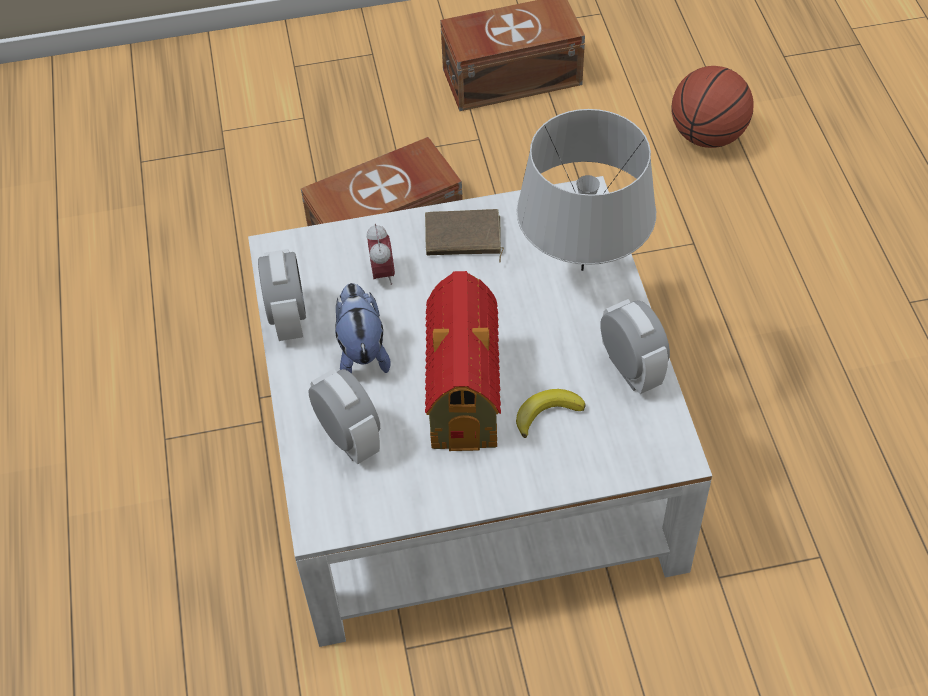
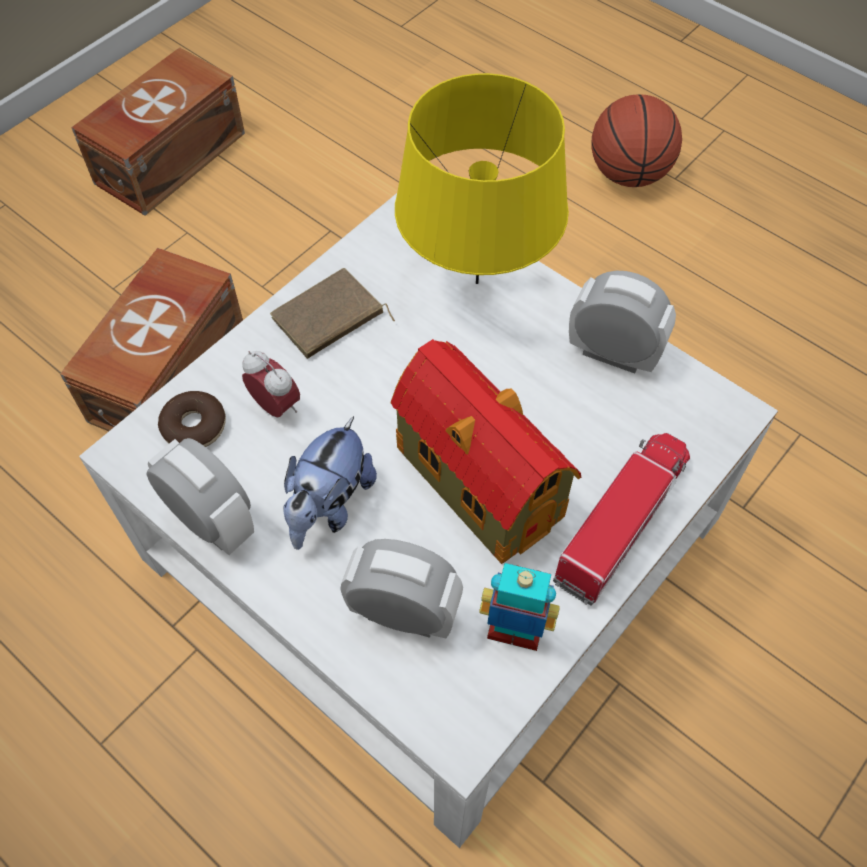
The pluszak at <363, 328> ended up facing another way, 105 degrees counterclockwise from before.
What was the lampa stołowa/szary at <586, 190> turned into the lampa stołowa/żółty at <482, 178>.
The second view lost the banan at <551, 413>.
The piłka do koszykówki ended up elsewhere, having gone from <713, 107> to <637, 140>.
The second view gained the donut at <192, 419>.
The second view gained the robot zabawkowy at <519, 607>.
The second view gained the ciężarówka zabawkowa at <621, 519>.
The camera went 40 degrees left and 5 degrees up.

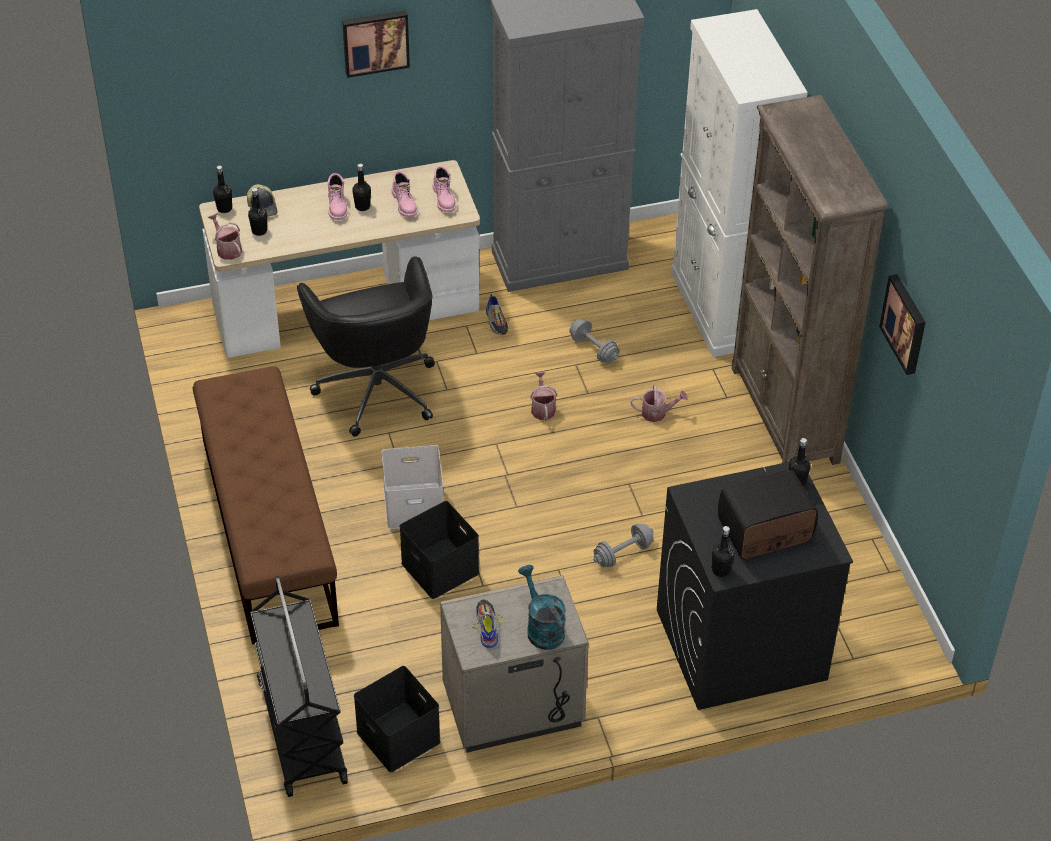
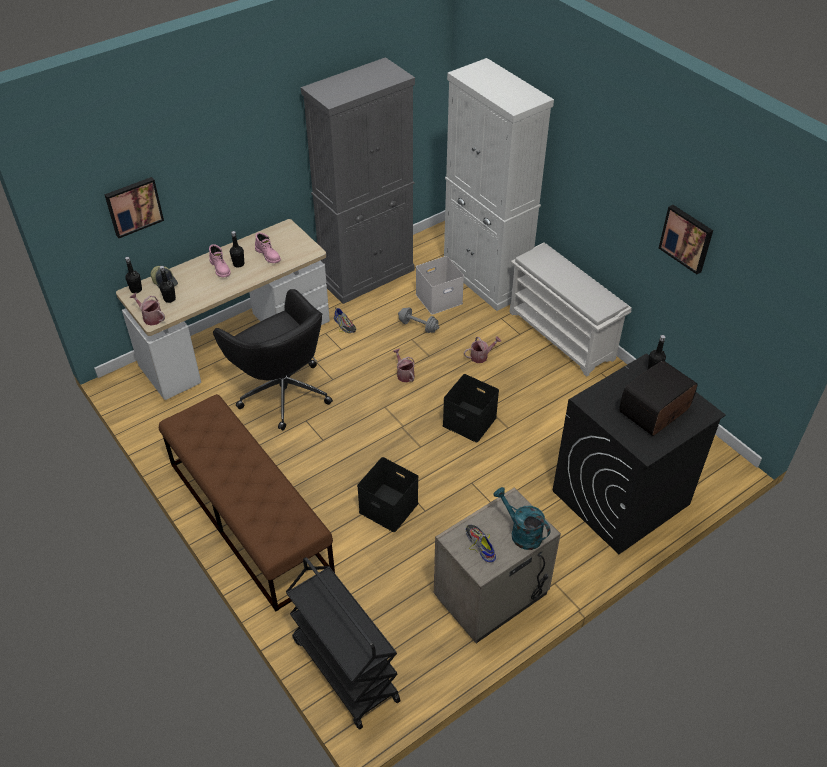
The obraz ended up elsewhere, having gone from <376, 44> to <134, 207>.
The pojemnik do przechowywania/czarny ended up elsewhere, having gone from <397, 719> to <471, 408>.
The pojemnik do przechowywania/biały ended up elsewhere, having gone from <412, 487> to <440, 285>.
The second view lost the but z cholewką/różowy at <444, 189>.
The second view lost the hantel/szary at <623, 545>.
The second view lost the butelka/czarny at <723, 551>.
Where the regał/brązowy stood at <810, 280>, the regał na buty/biały came to stand at <570, 309>.
The camera went 20 degrees left and 0 degrees up.

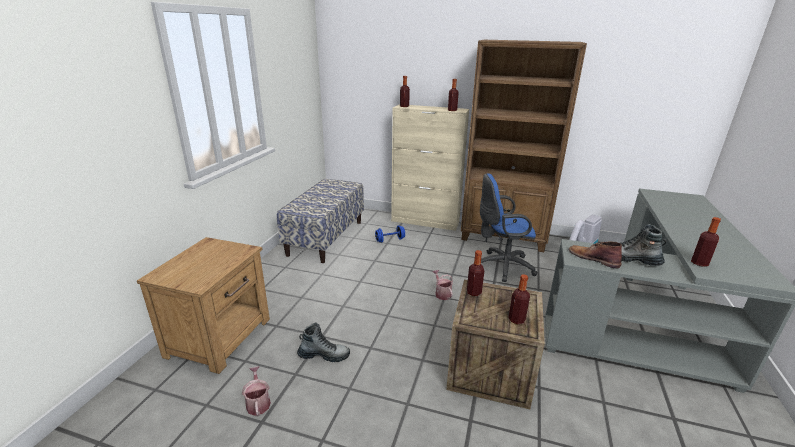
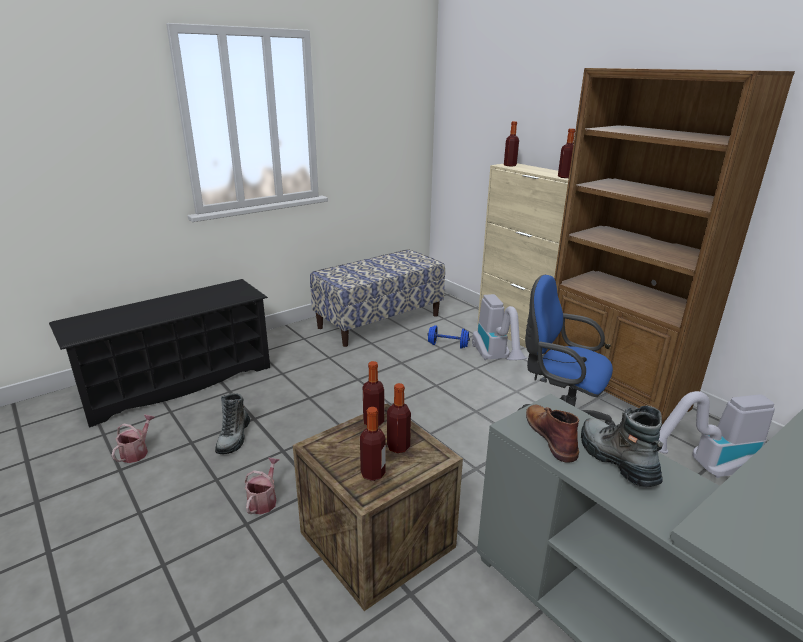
Where the szafka nocna/brązowy stood at <203, 305>, the regał na buty/czarny came to stand at <159, 353>.
The but z cholewką at <323, 342> ended up facing another way, 60 degrees clockwise from before.
The konewka ended up elsewhere, having gone from <443, 285> to <262, 486>.
The butelka ended up elsewhere, having gone from <706, 242> to <399, 418>.
The second view gained the odkurzacz at <499, 327>.
The camera went 35 degrees right and 0 degrees up.

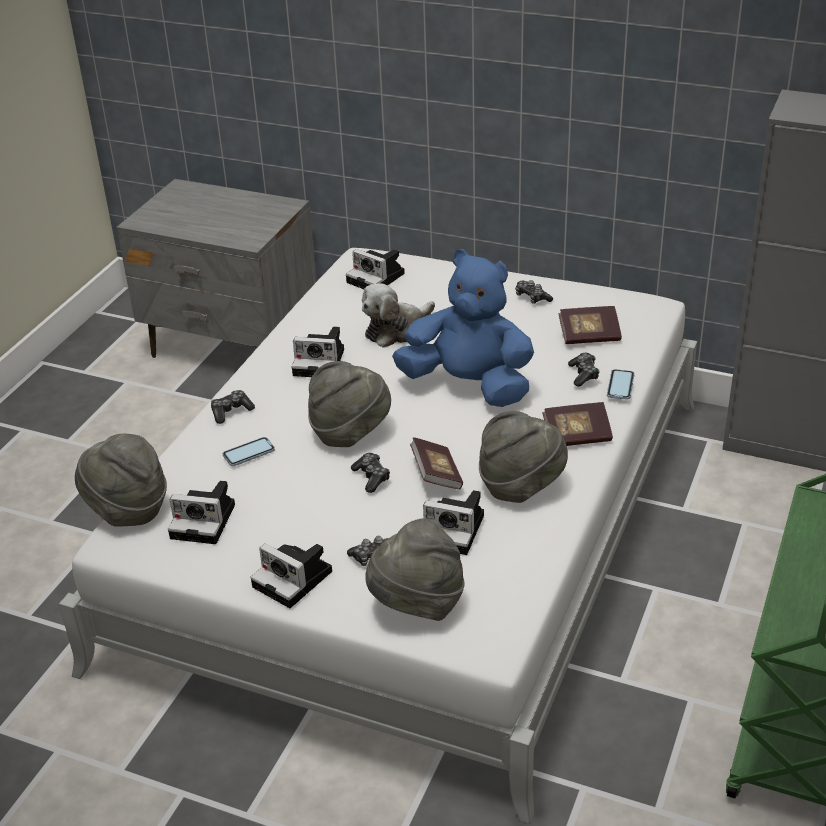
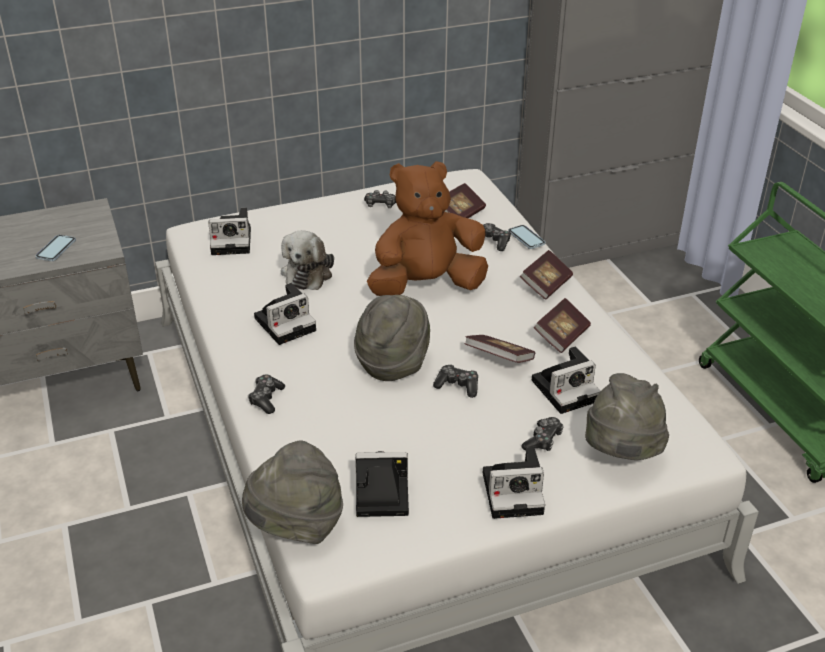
The aparat fotograficzny at <201, 512> ended up facing another way, 150 degrees counterclockwise from before.
The telefon ended up elsewhere, having gone from <249, 451> to <56, 248>.
What was the pluszak/niebieski at <463, 328> turned into the pluszak/brązowy at <427, 228>.
Where the kapelusz/szary stood at <523, 457>, the książka came to stand at <562, 325>.
The camera went 45 degrees left and 0 degrees up.

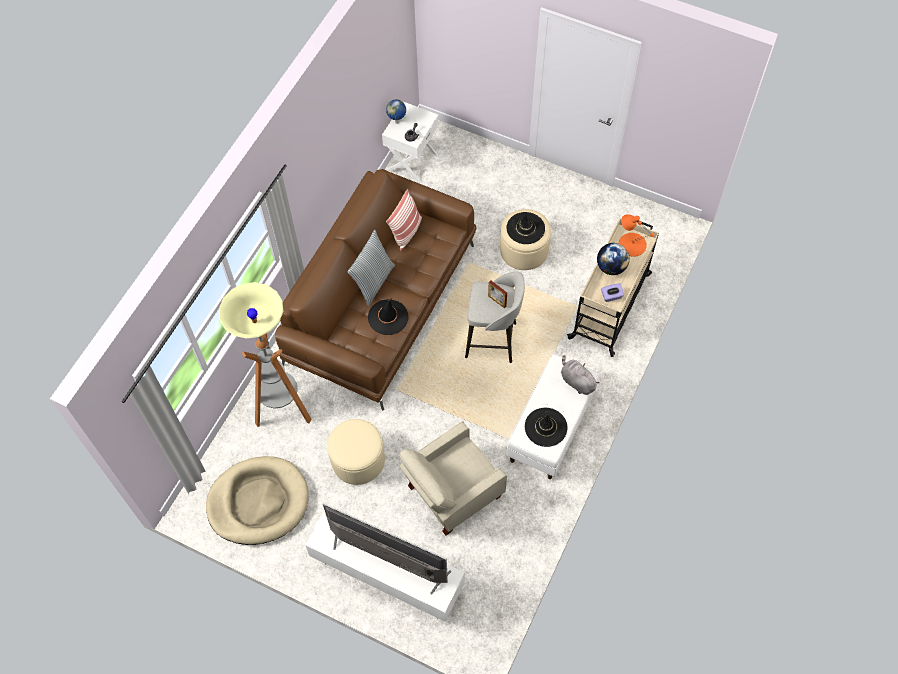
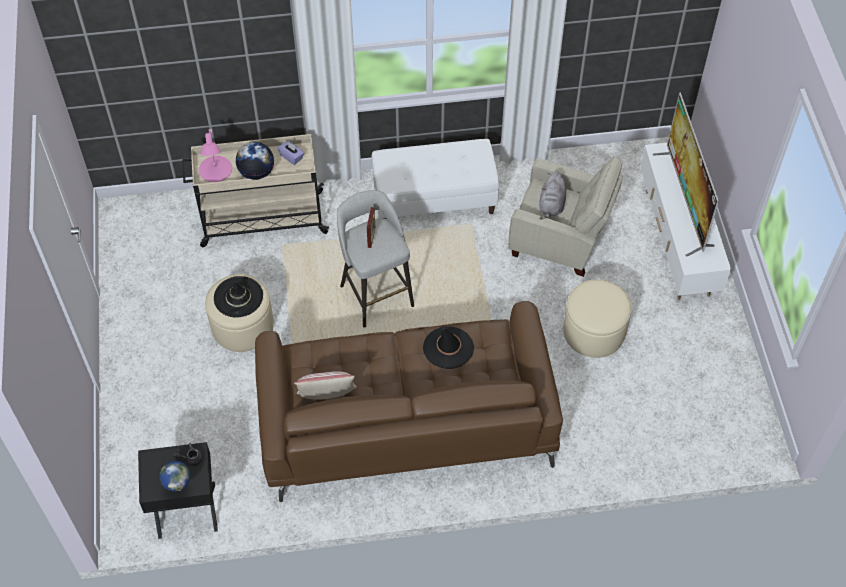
The second view lost the legowisko/beżowy at <257, 500>.
The second view lost the lampa stojąca at <265, 354>.
The second view lost the poduszka at <371, 268>.
What was the szafka nocna/biały at <410, 142> turned into the szafka nocna/czarny at <178, 490>.
The second view lost the kapelusz/czarny at <546, 427>.
The pluszak/szary ended up elsewhere, having gone from <580, 375> to <552, 195>.
What was the lampa stołowa/pomarańczowy at <636, 235> turned into the lampa stołowa/różowy at <215, 155>.
The camera went 125 degrees left and 5 degrees down.

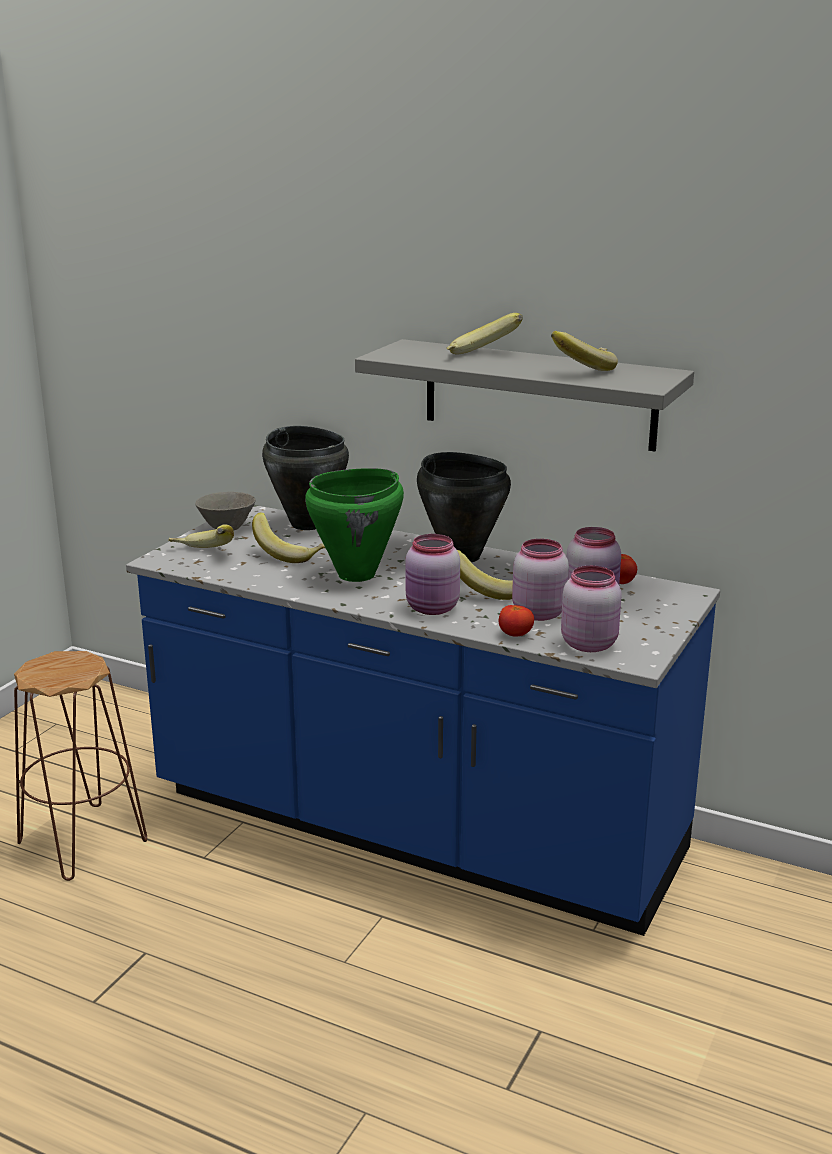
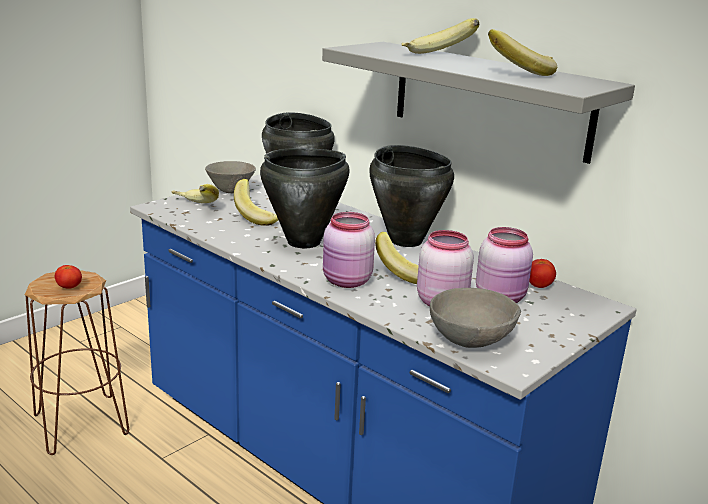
What was the garnek/zielony at <354, 525> turned into the garnek/czarny at <305, 198>.
The pomidor ended up elsewhere, having gone from <516, 621> to <68, 277>.
Where the słoik/różowy stood at <591, 609>, the miska/szary came to stand at <475, 318>.
The camera went 15 degrees right and 0 degrees up.

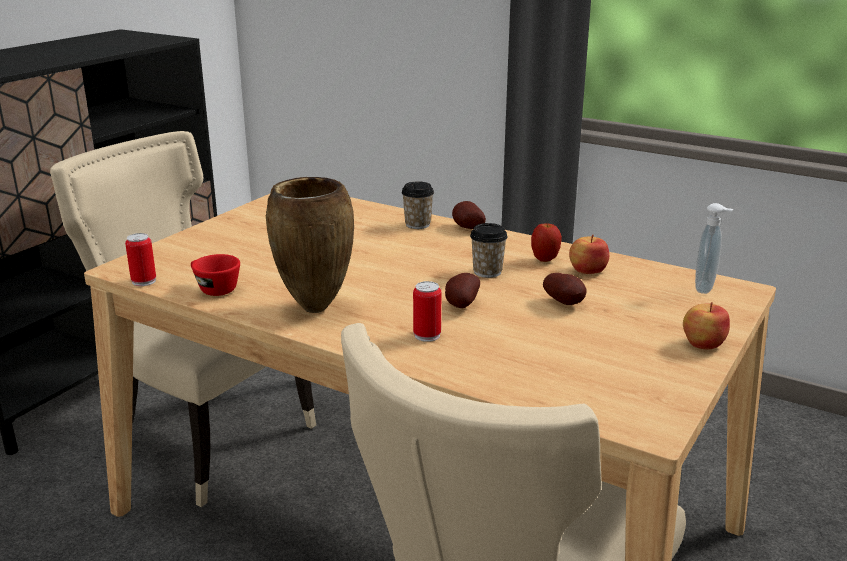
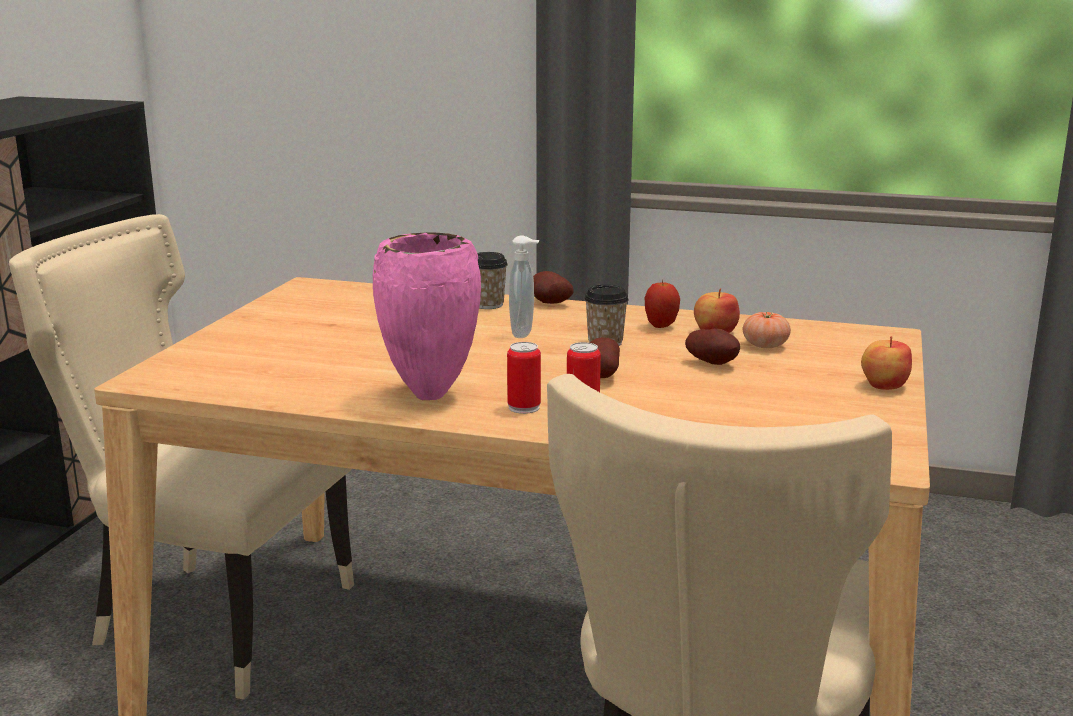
The puszka ended up elsewhere, having gone from <140, 259> to <524, 378>.
The second view lost the filiżanka/czerwony at <215, 275>.
What was the wazon/brązowy at <310, 245> turned into the wazon/różowy at <427, 316>.
The dozownik mydła ended up elsewhere, having gone from <714, 248> to <524, 286>.
The second view gained the pomidor at <767, 330>.
The camera went 15 degrees left and 5 degrees down.

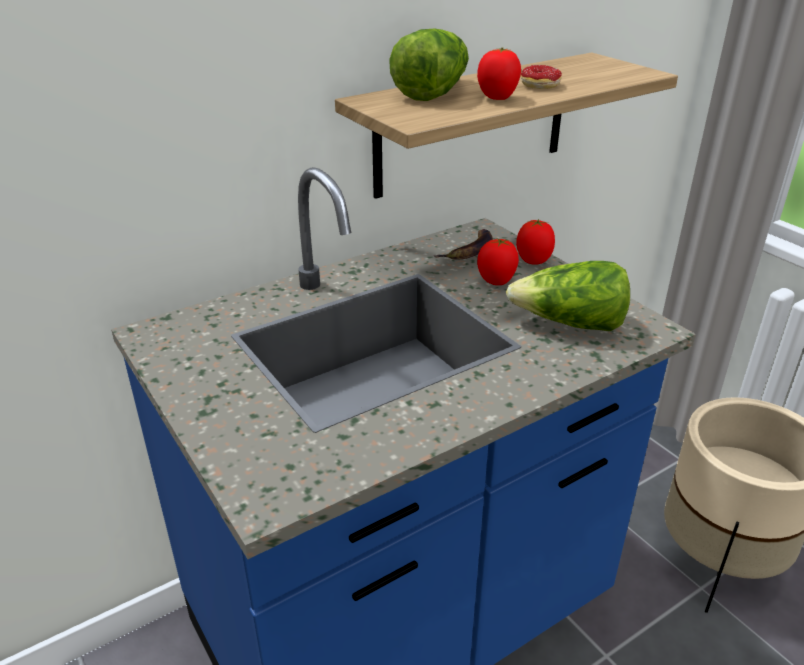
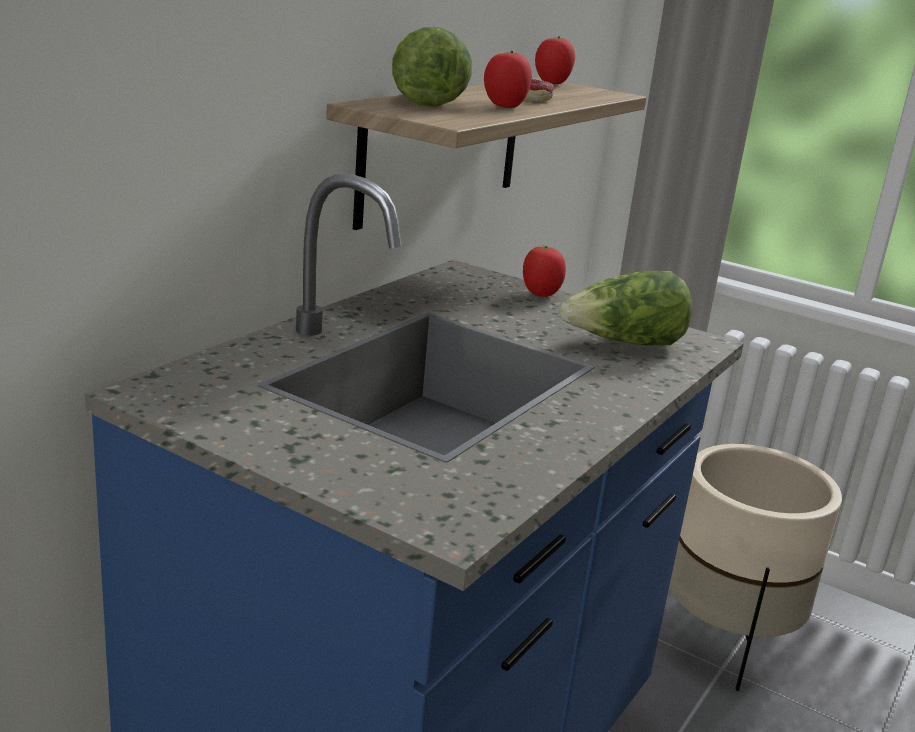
The second view lost the banan at <463, 244>.
The pomidor ended up elsewhere, having gone from <498, 261> to <555, 60>.
The camera went 25 degrees left and 10 degrees down.

